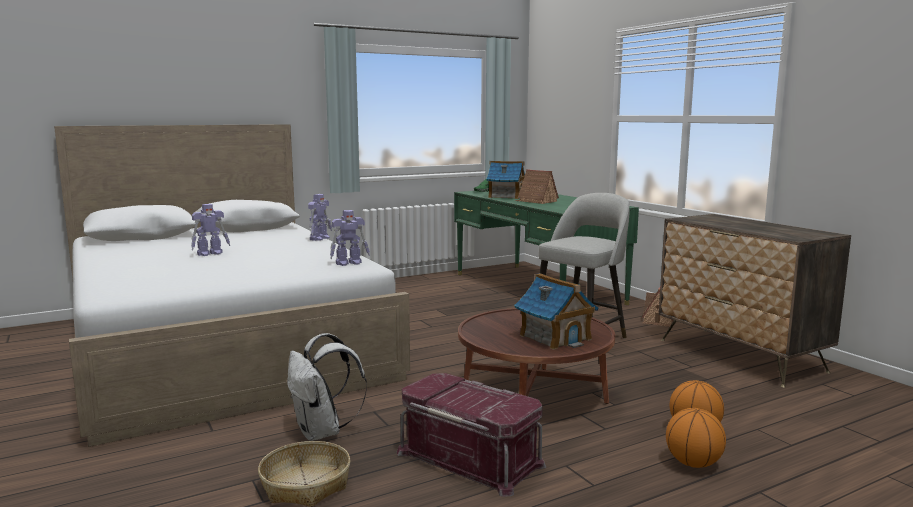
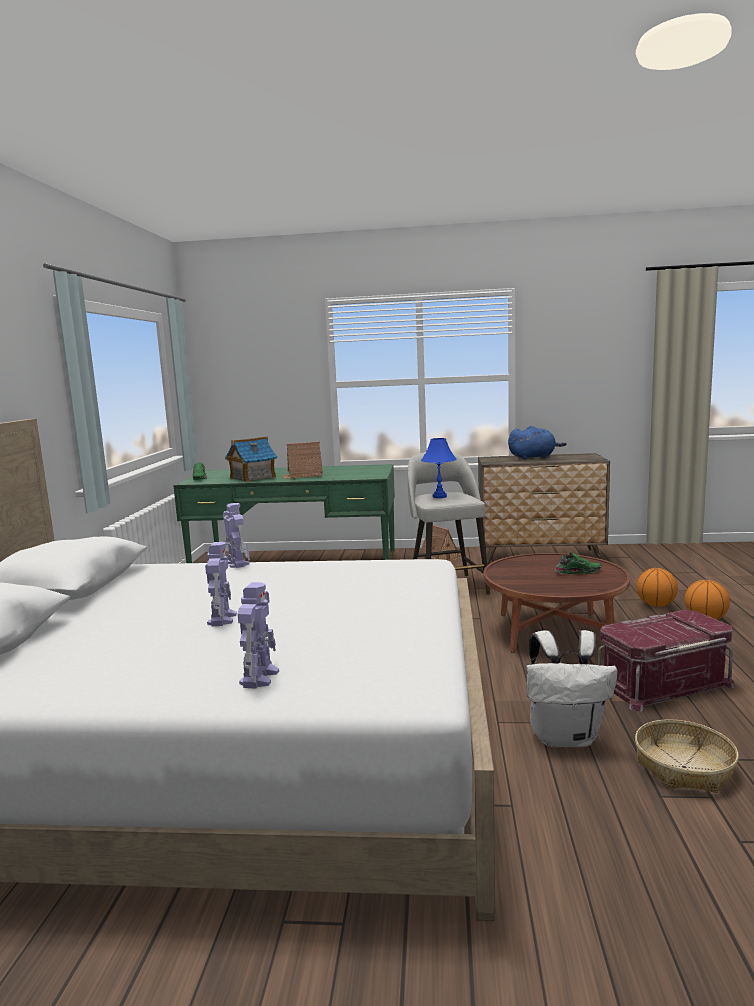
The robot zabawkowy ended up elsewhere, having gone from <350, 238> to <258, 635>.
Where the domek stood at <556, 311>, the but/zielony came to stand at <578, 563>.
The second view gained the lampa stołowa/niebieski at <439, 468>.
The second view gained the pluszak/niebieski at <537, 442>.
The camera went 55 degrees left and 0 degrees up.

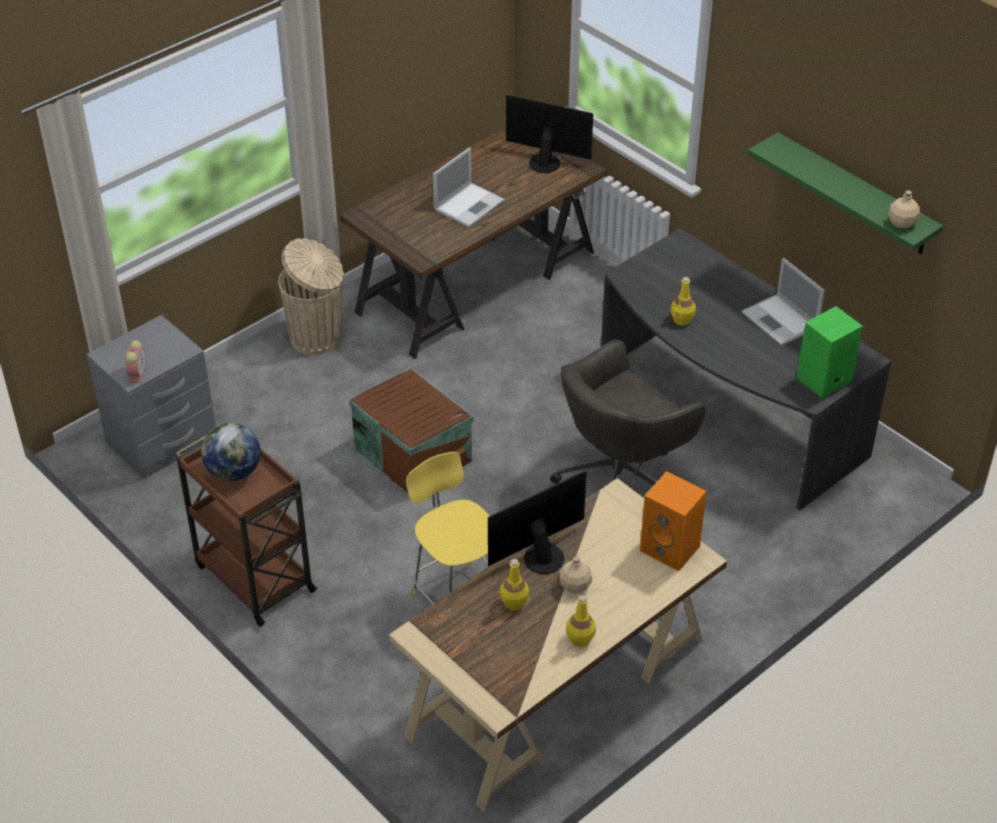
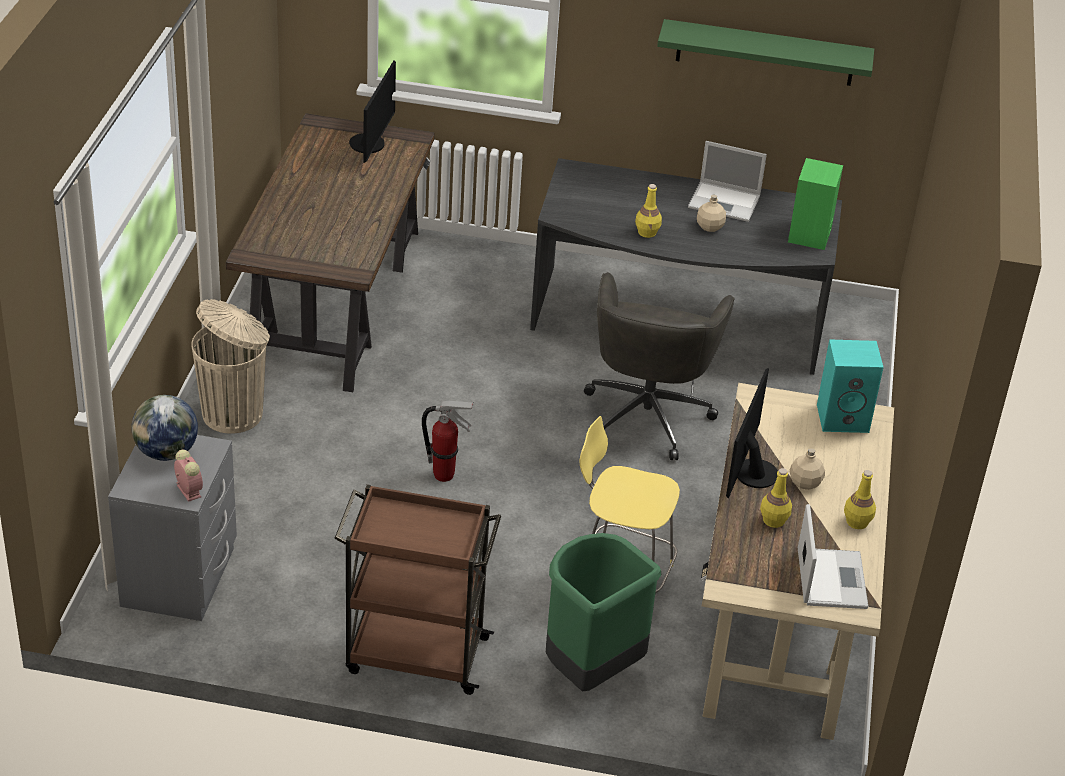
The globus ended up elsewhere, having gone from <230, 452> to <164, 428>.
Where the pojemnik do przechowywania/brązowy stood at <411, 430>, the gaśnica came to stand at <448, 441>.
The laptop ended up elsewhere, having gone from <469, 188> to <833, 556>.
The monitor at <549, 134> ended up facing another way, 120 degrees clockwise from before.
What was the głośnik/pomarańczowy at <673, 521> turned into the głośnik/turkusowy at <850, 386>.
The butelka/beżowy ended up elsewhere, having gone from <904, 209> to <711, 213>.
The second view gained the kosz na śmieci/zielony at <603, 612>.
The camera went 40 degrees left and 5 degrees down.

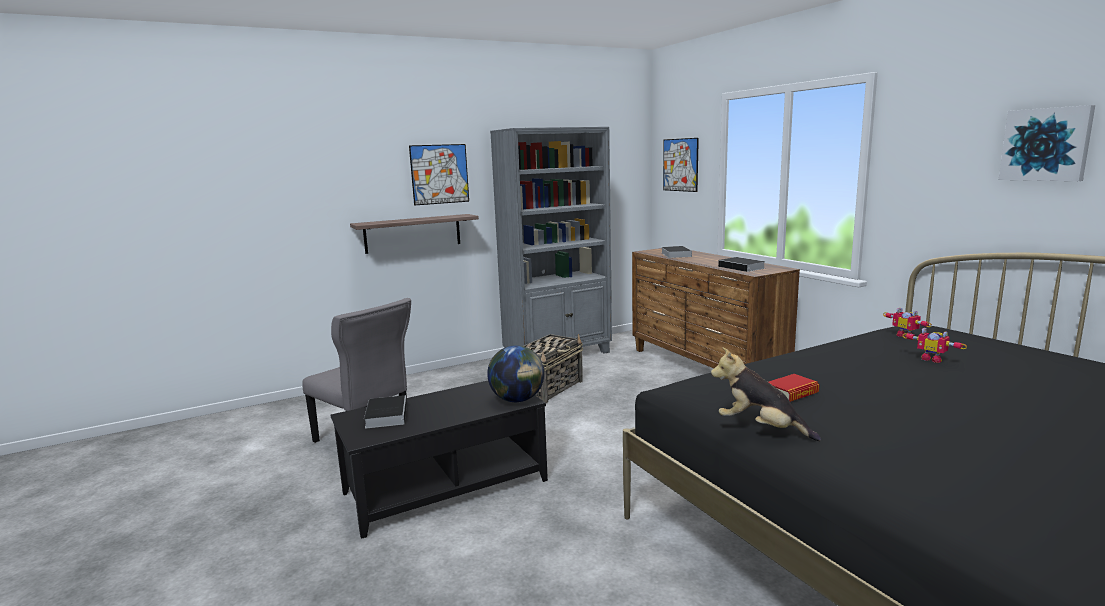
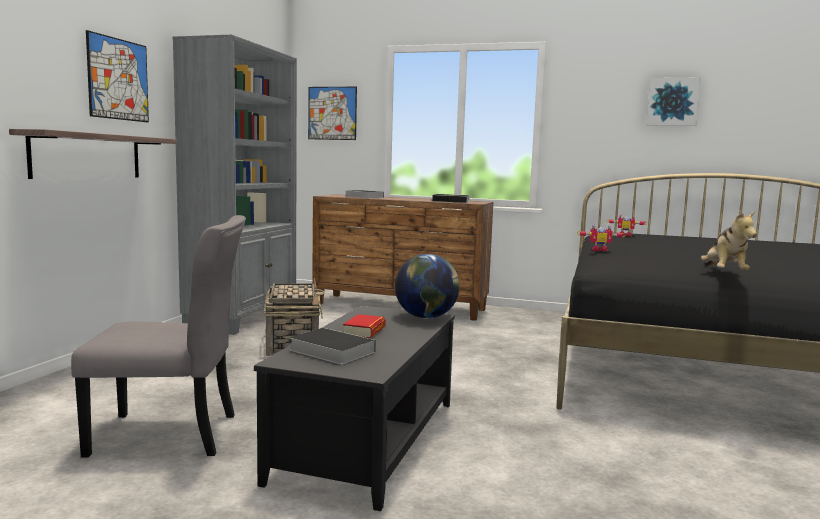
The pluszak at <766, 394> ended up facing another way, 75 degrees counterclockwise from before.
The książka ended up elsewhere, having gone from <794, 388> to <364, 326>.
The robot zabawkowy ended up elsewhere, having gone from <934, 345> to <601, 237>.
The camera went 45 degrees left and 5 degrees down.

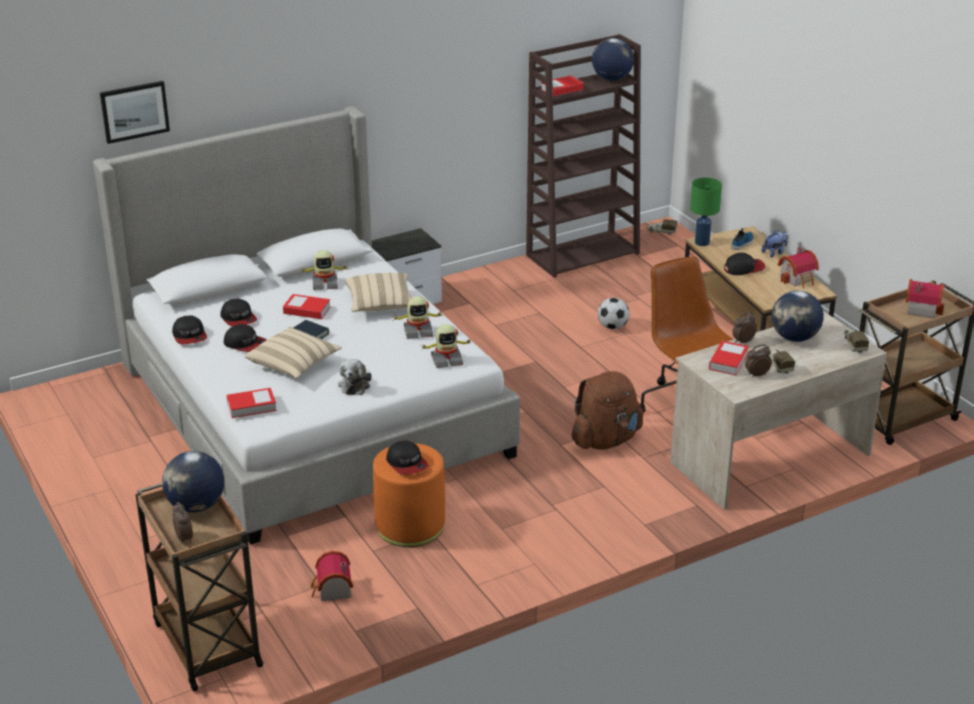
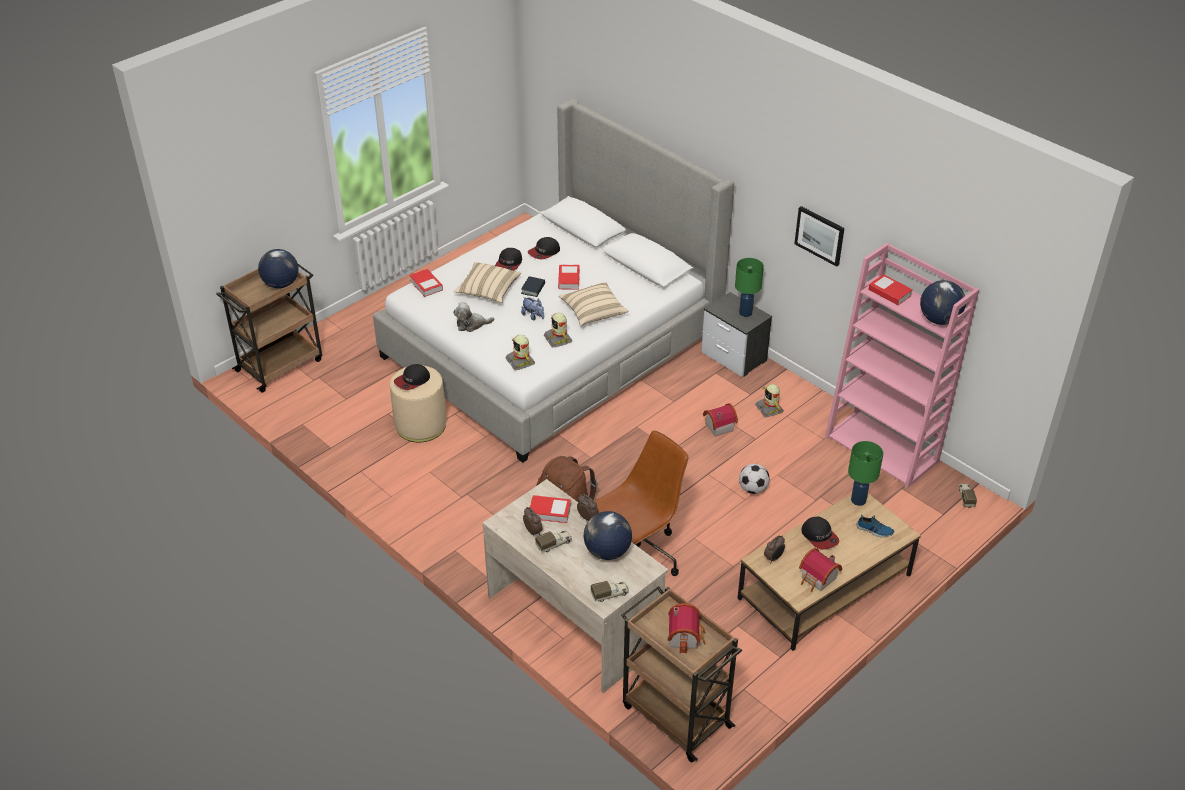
The obraz ended up elsewhere, having gone from <135, 112> to <819, 236>.
The second view lost the czapka z daszkiem at <189, 330>.
The budzik ended up elsewhere, having gone from <183, 523> to <774, 548>.
The robot zabawkowy ended up elsewhere, having gone from <324, 270> to <769, 400>.
The domek ended up elsewhere, having gone from <331, 576> to <720, 420>.
What was the pufa/pomarańczowy at <409, 495> turned into the pufa/beżowy at <418, 403>.
What was the regał/brązowy at <583, 156> turned into the regał/różowy at <902, 365>.
The pluszak ended up elsewhere, having gone from <774, 244> to <532, 308>.
The second view gained the lampa stołowa/zielony at <749, 287>.
The camera went 75 degrees right and 10 degrees up.

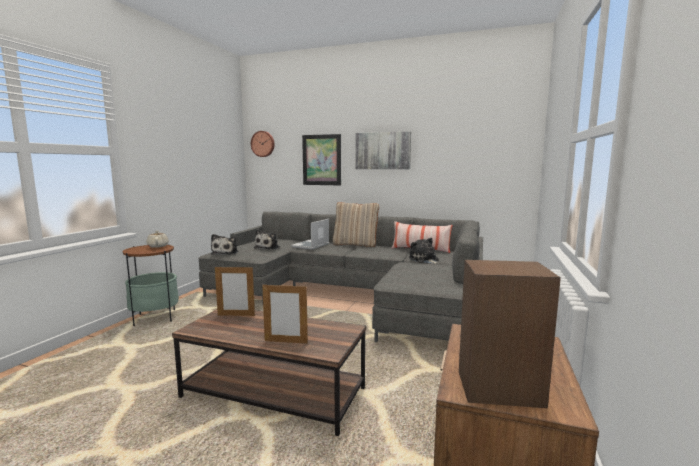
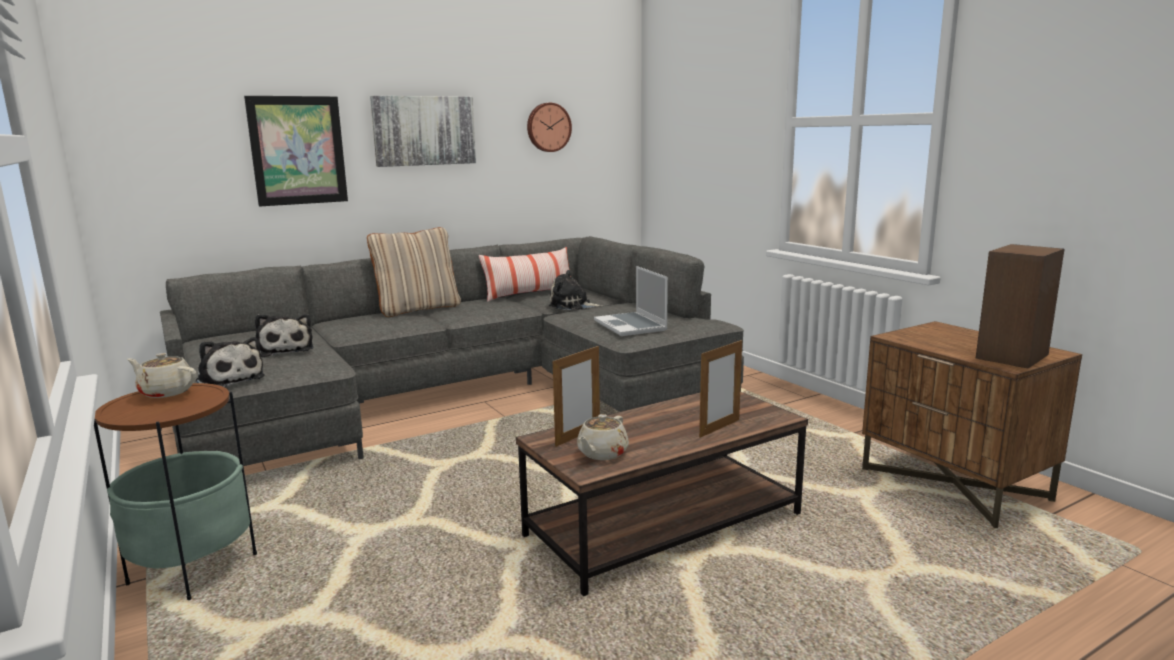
The zegar ścienny ended up elsewhere, having gone from <262, 144> to <549, 127>.
The laptop ended up elsewhere, having gone from <310, 234> to <631, 301>.
The second view gained the imbryk/beżowy at <603, 437>.
The camera went 50 degrees left and 5 degrees up.

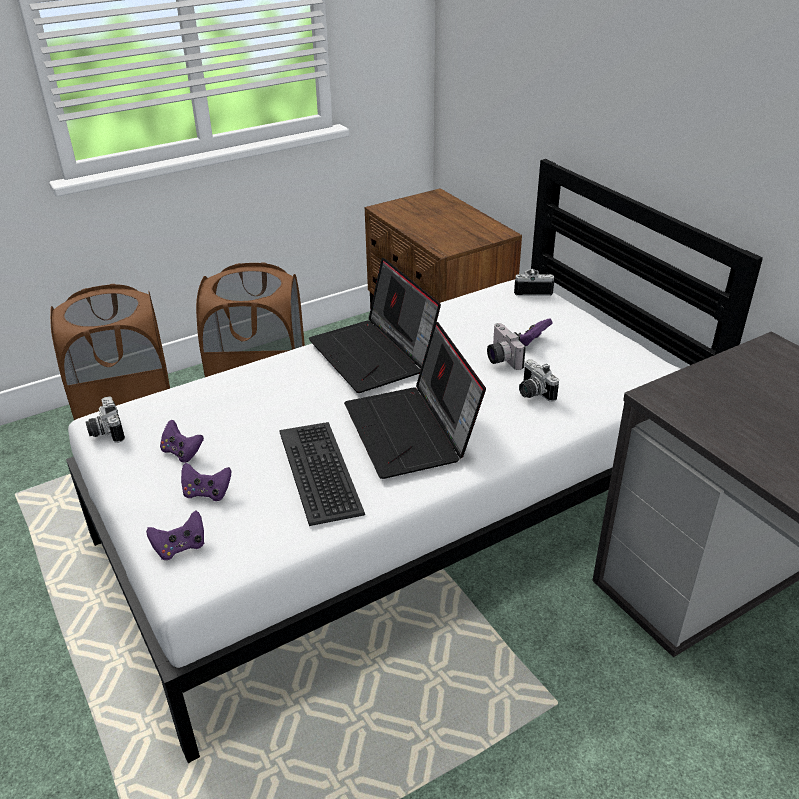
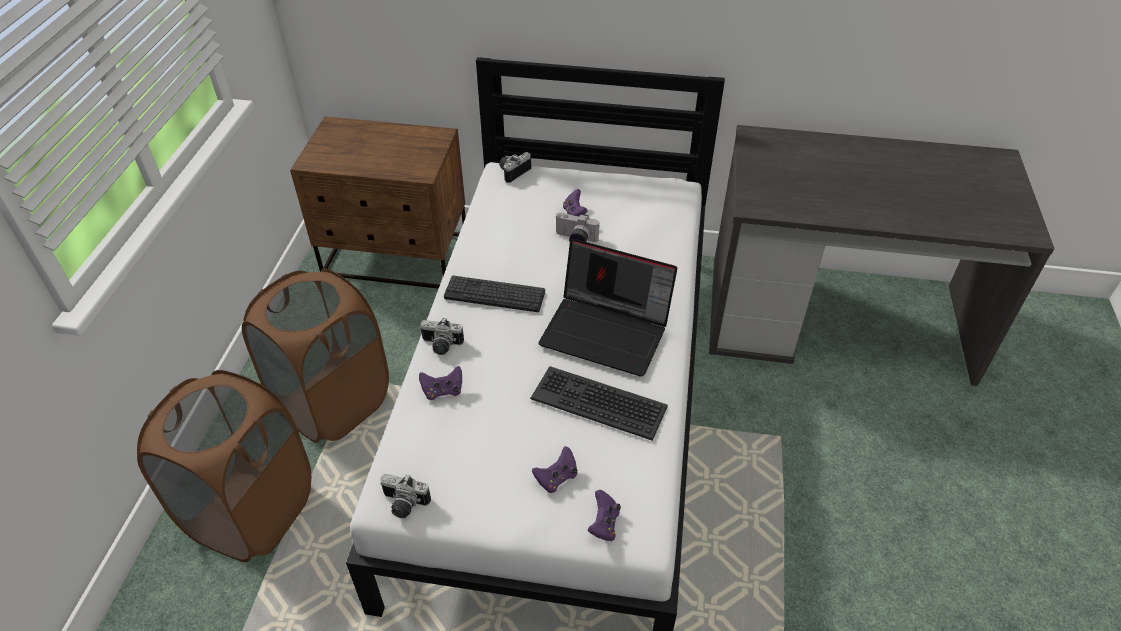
The pad do gier/fioletowy ended up elsewhere, having gone from <182, 441> to <440, 383>.
Where the laptop stood at <375, 325>, the klawiatura came to stand at <494, 294>.
The aparat fotograficzny ended up elsewhere, having gone from <539, 380> to <442, 336>.
The camera went 50 degrees left and 10 degrees up.

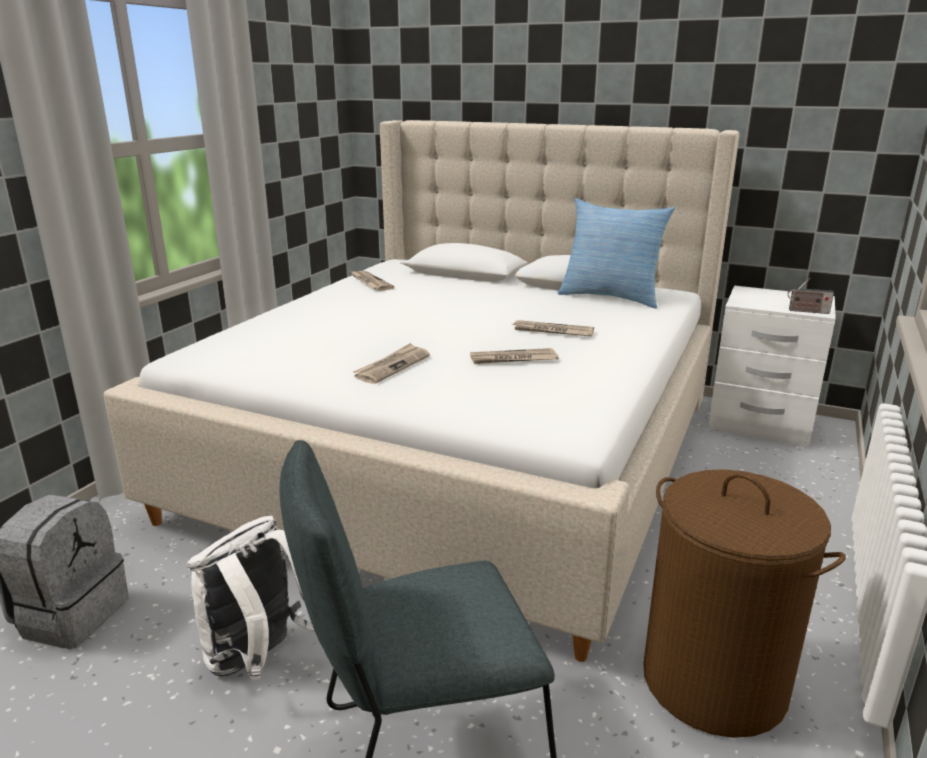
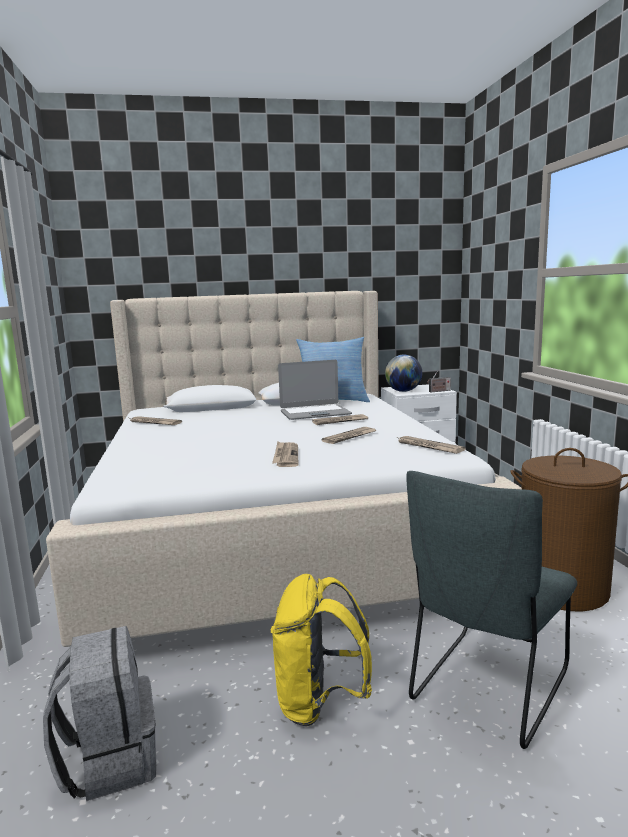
What was the plecak/biały at <250, 598> turned into the plecak/żółty at <321, 650>.
The second view gained the laptop at <315, 390>.
The second view gained the globus at <403, 373>.
The second view gained the gazeta at <431, 445>.
The camera went 35 degrees left and 10 degrees down.

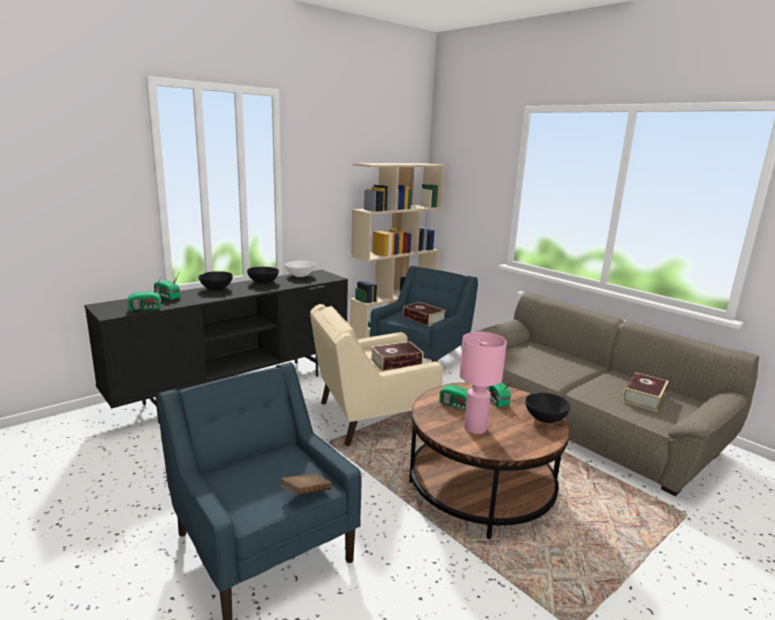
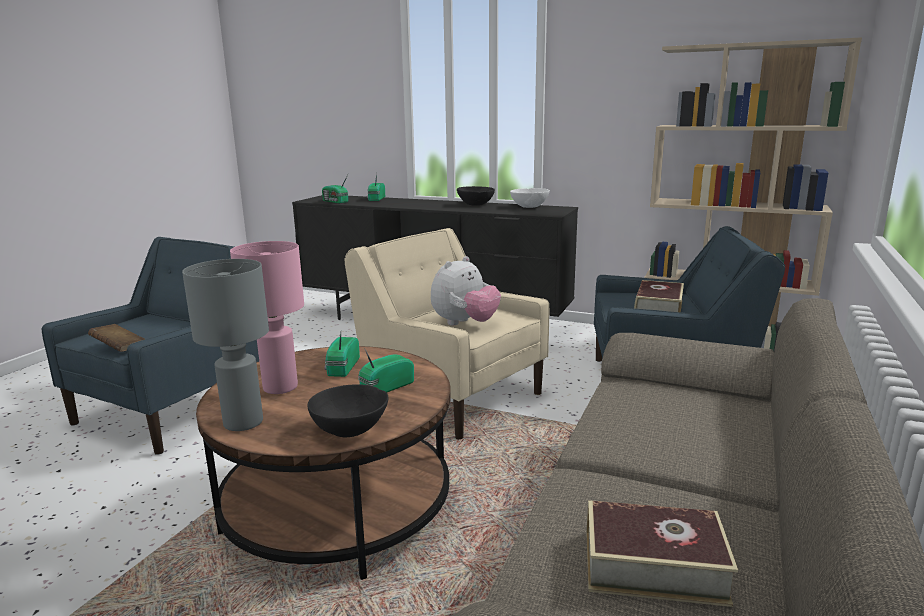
The second view lost the miska/czarny at <215, 280>.
Where the książka stood at <396, 356>, the pluszak came to stand at <466, 290>.
The second view gained the lampa stołowa/szary at <225, 345>.
The camera went 65 degrees right and 0 degrees up.

